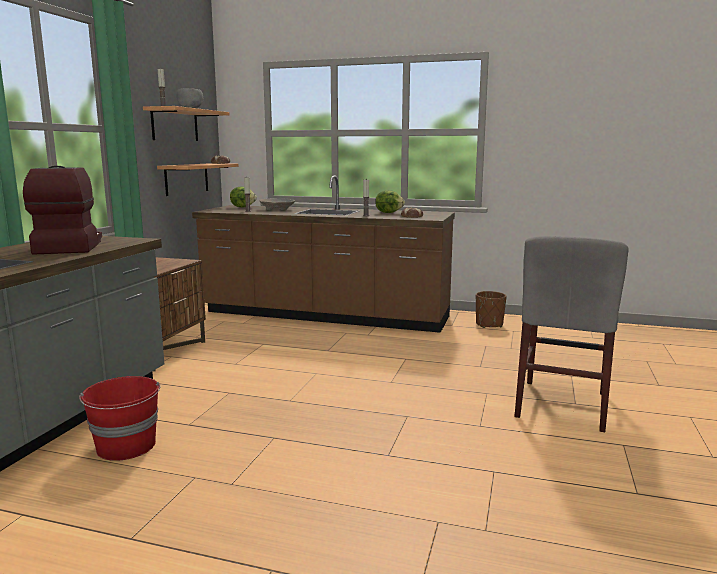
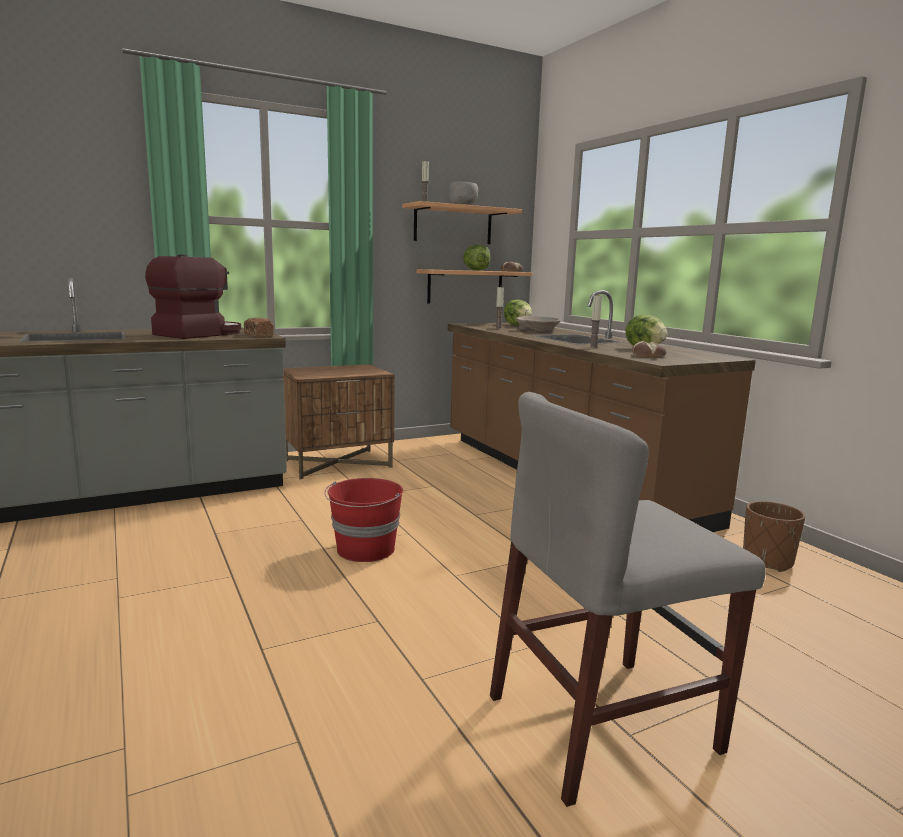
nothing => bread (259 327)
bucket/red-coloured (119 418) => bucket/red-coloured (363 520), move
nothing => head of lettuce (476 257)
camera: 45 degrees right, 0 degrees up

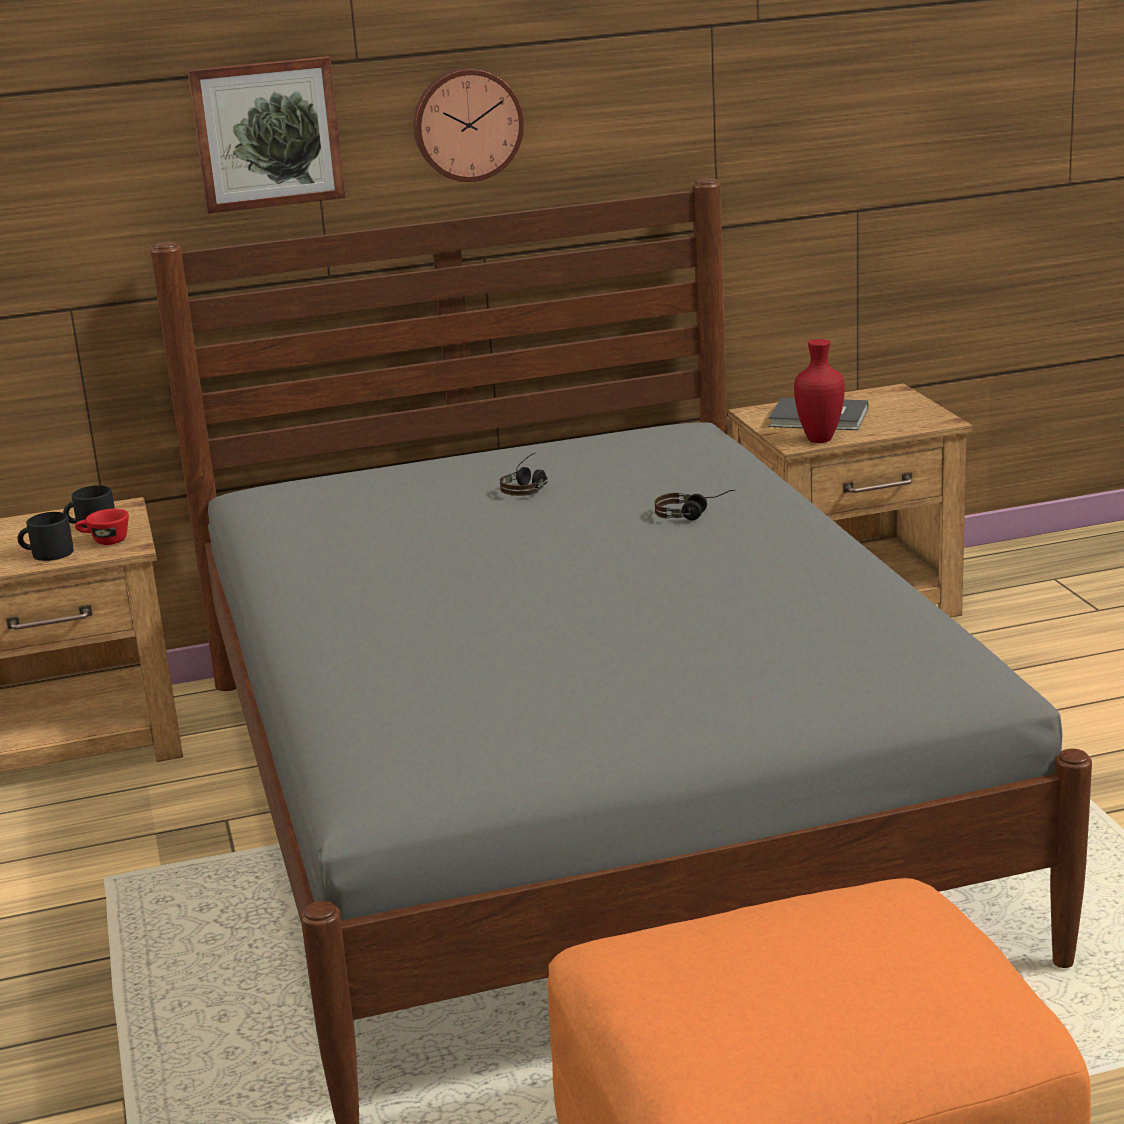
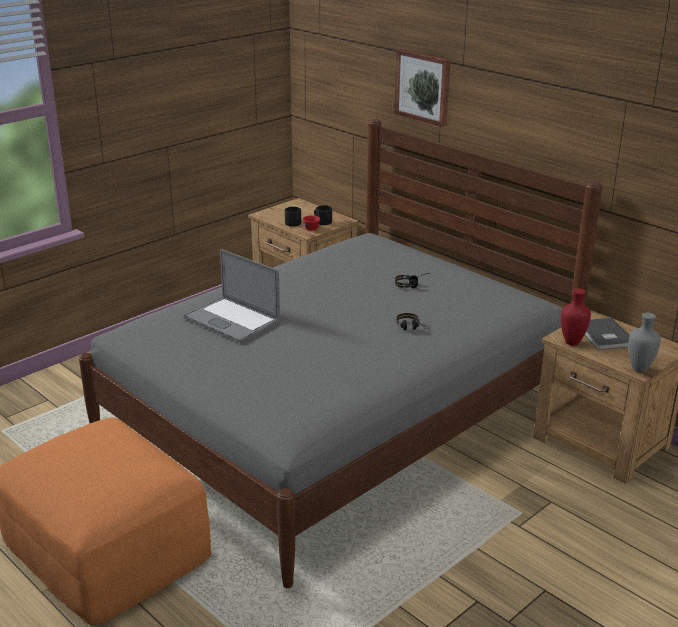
nothing => notebook computer (231 296)
nothing => vase/gray (644 342)
hanging clock (468 125) => nothing
camera: 60 degrees right, 5 degrees up

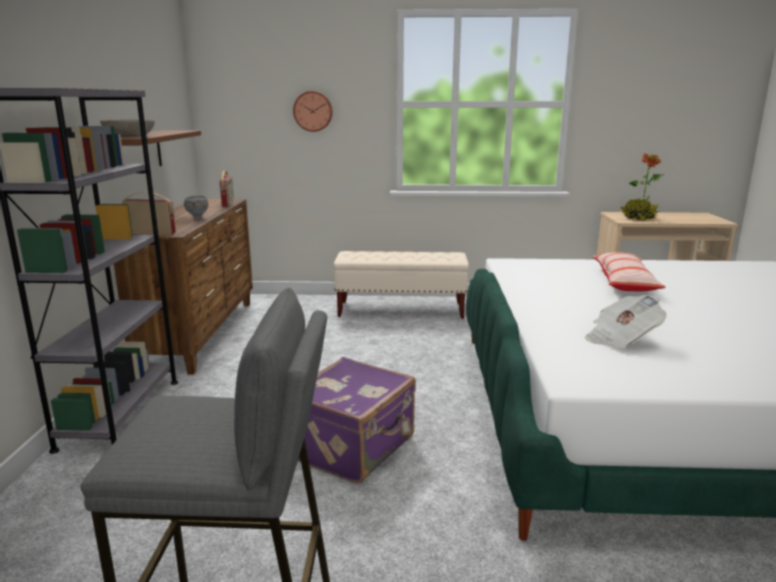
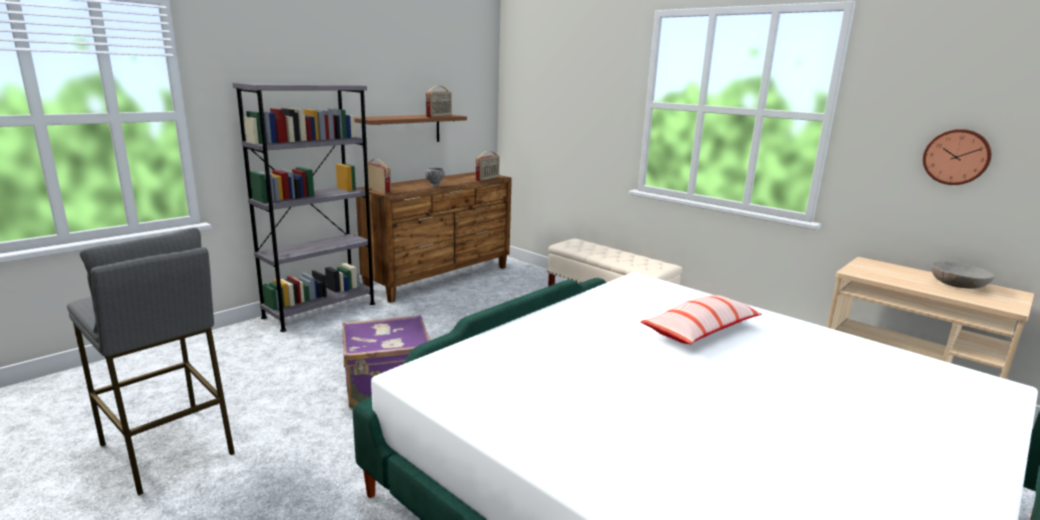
nothing => radio (439 101)
hanging clock (313 111) => hanging clock (957 157), move
deep dish/gray (127 128) => deep dish/gray (963 275), move
daily paper (625 322) => nothing
plant in a pot (642 187) => nothing
camera: 40 degrees right, 0 degrees up

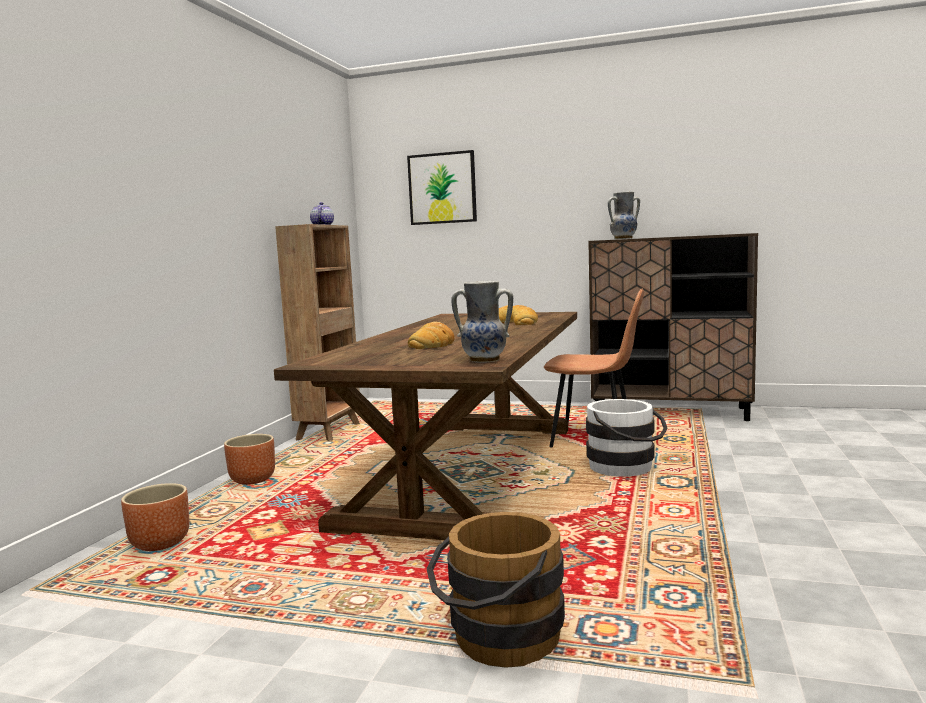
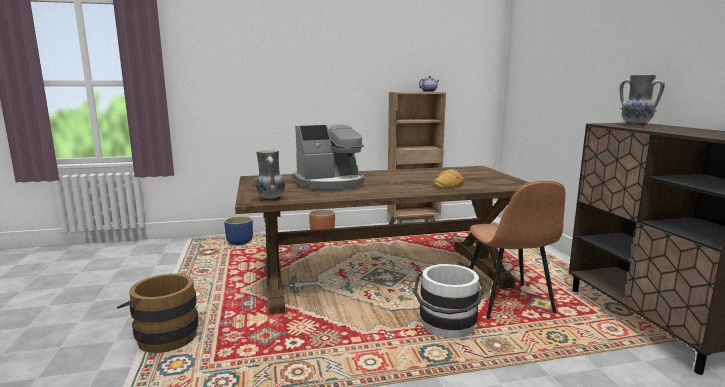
plant pot/brown-coloured (155 517) => plant pot/blue-coloured (238 230)
bread (431 335) => coffee machine (328 157)
wall art (442 187) => nothing
camera: 60 degrees right, 5 degrees up

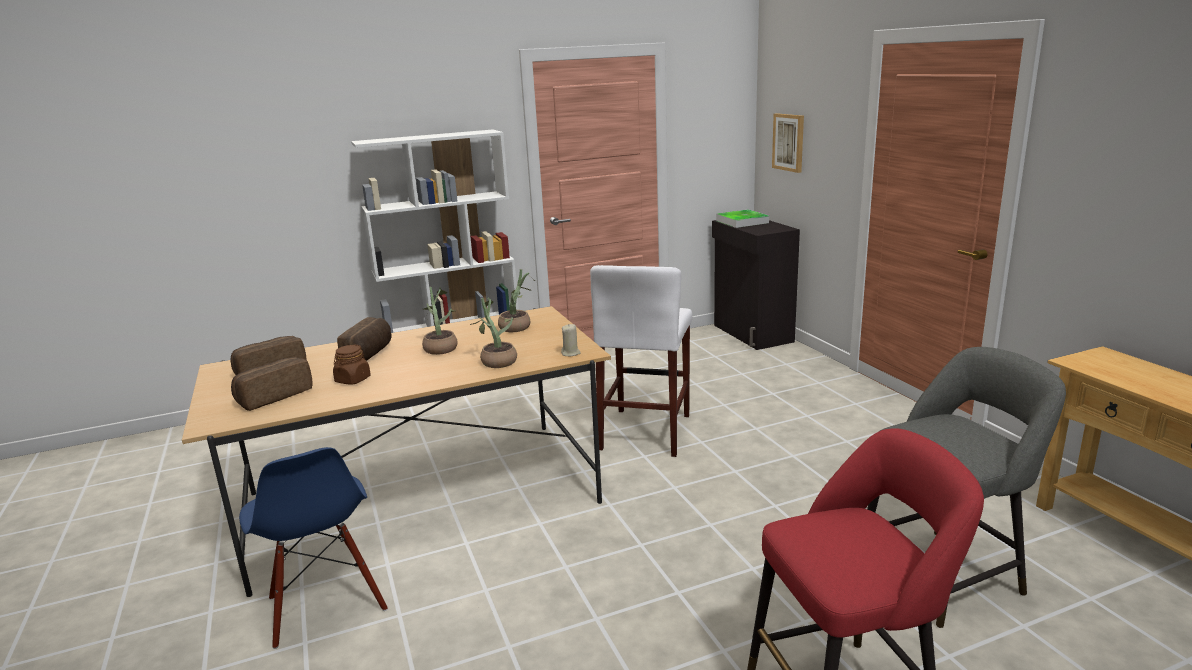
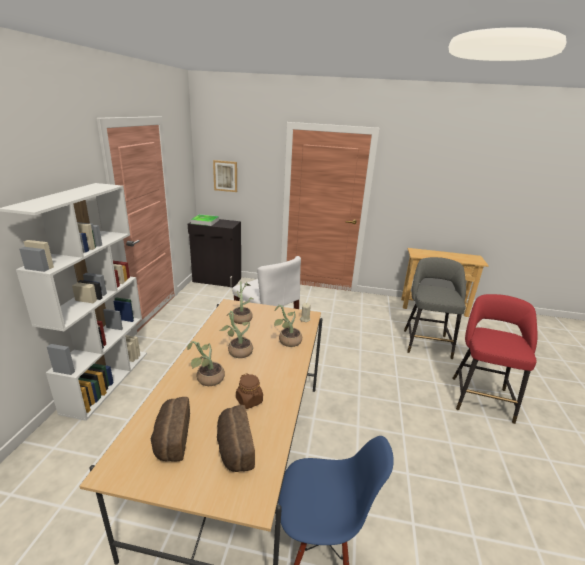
bread (364 339) => plant in a pot (206 363)
camera: 60 degrees left, 5 degrees up

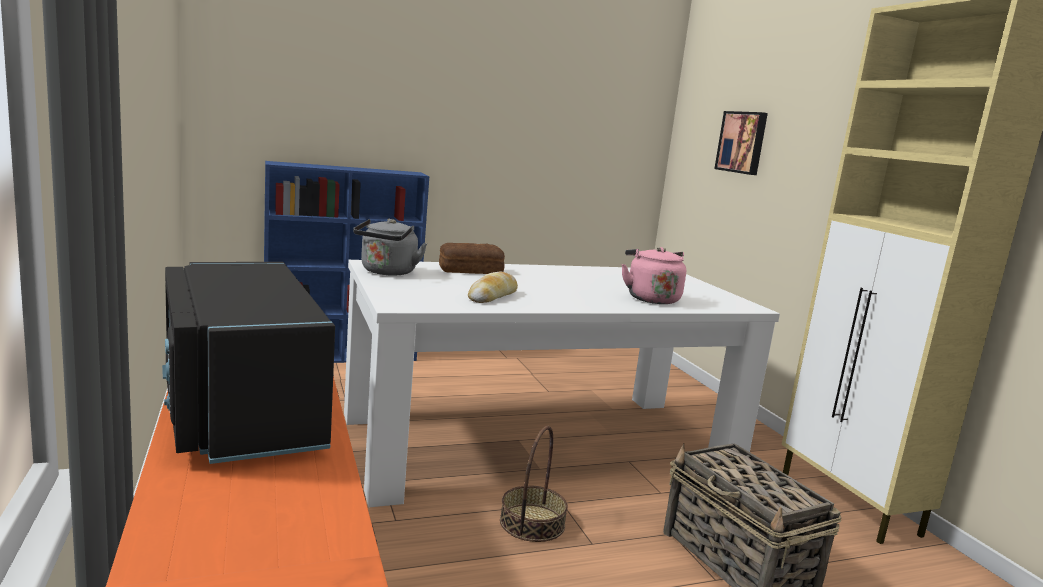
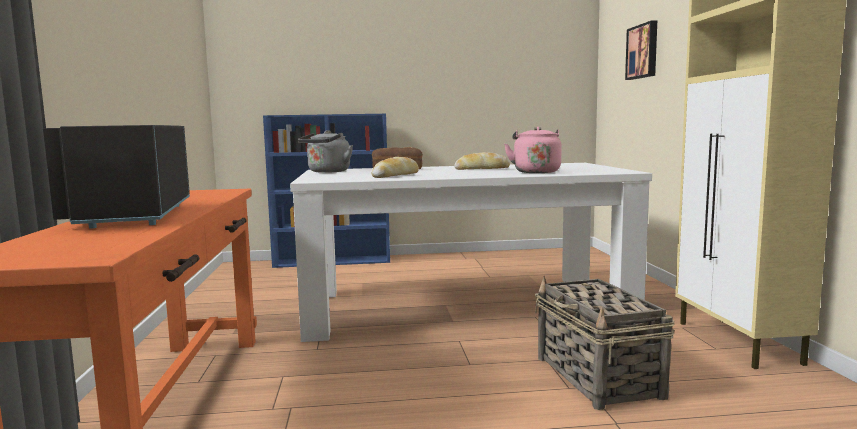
nothing => bread (482 161)
basket (534 484) => nothing
camera: 15 degrees right, 5 degrees down

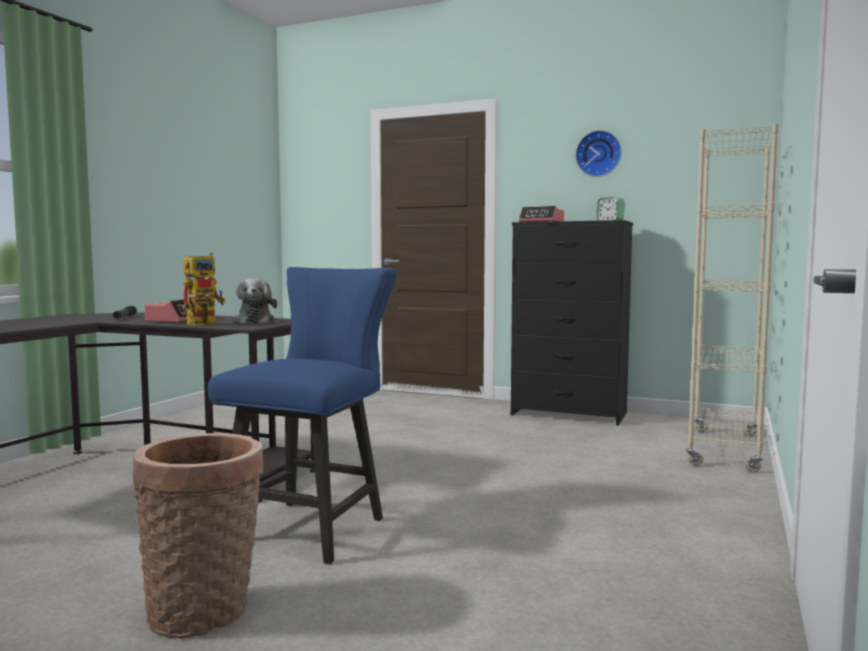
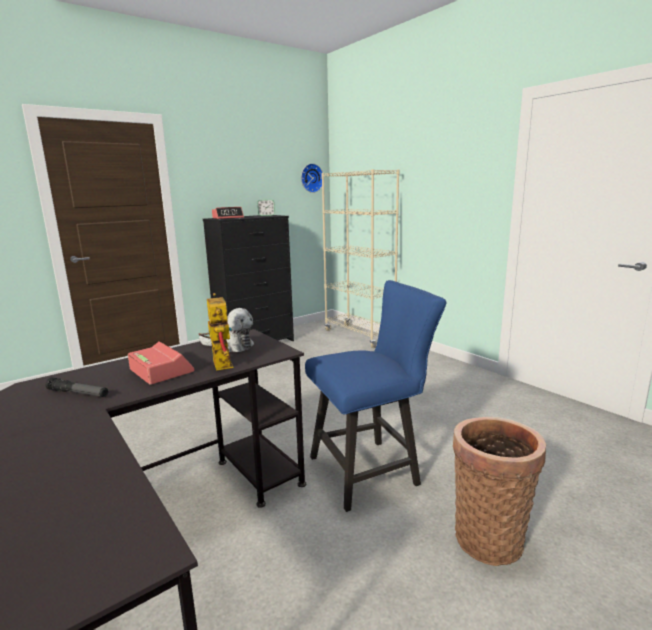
hanging clock (598 153) => hanging clock (312 178), move
chair/blue-coloured (302 415) => chair/blue-coloured (375 396), 105 degrees clockwise
camera: 60 degrees left, 10 degrees up

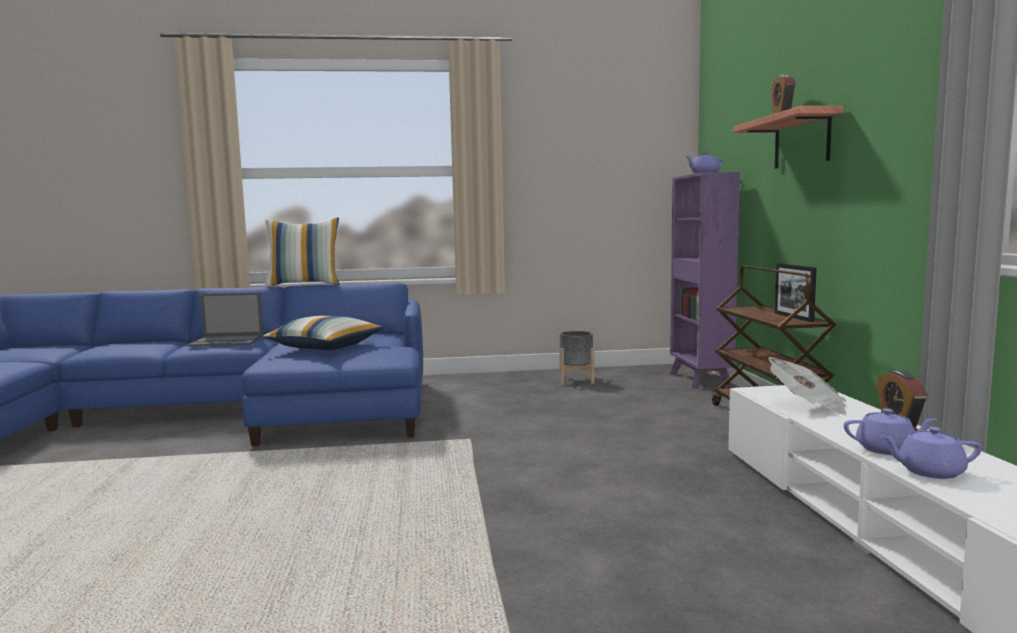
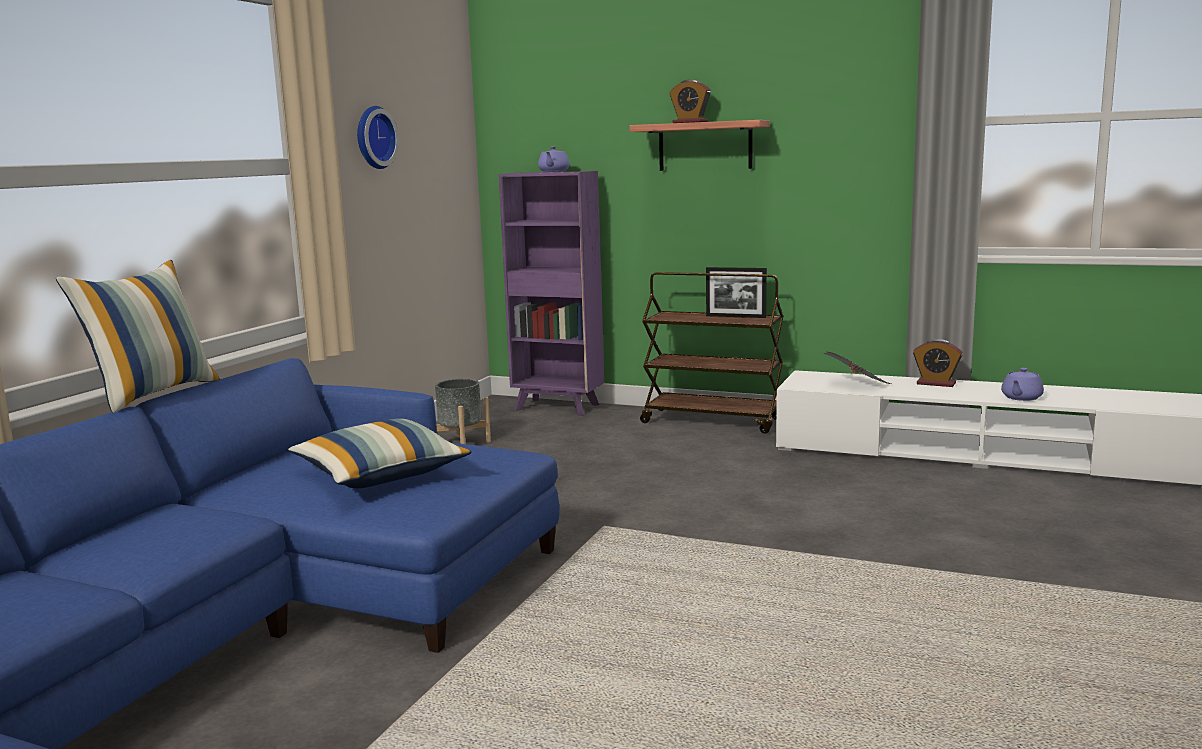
nothing => hanging clock (378 137)
notebook computer (225 319) => nothing
tea pot/purple (890 431) => nothing
camera: 60 degrees left, 5 degrees up

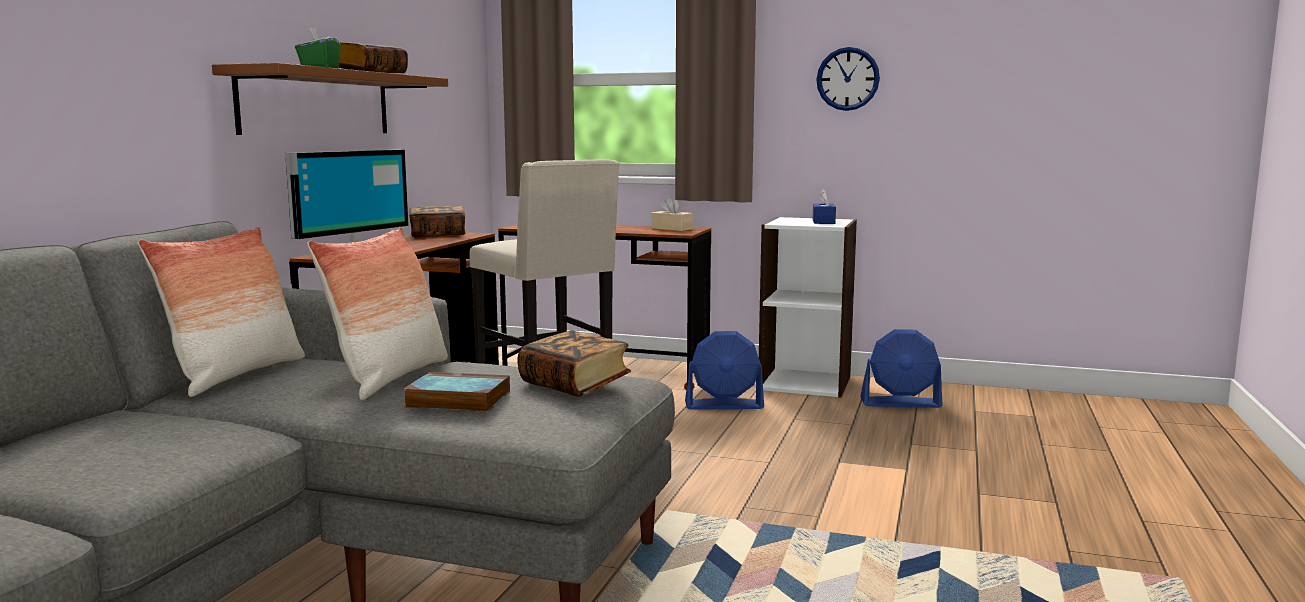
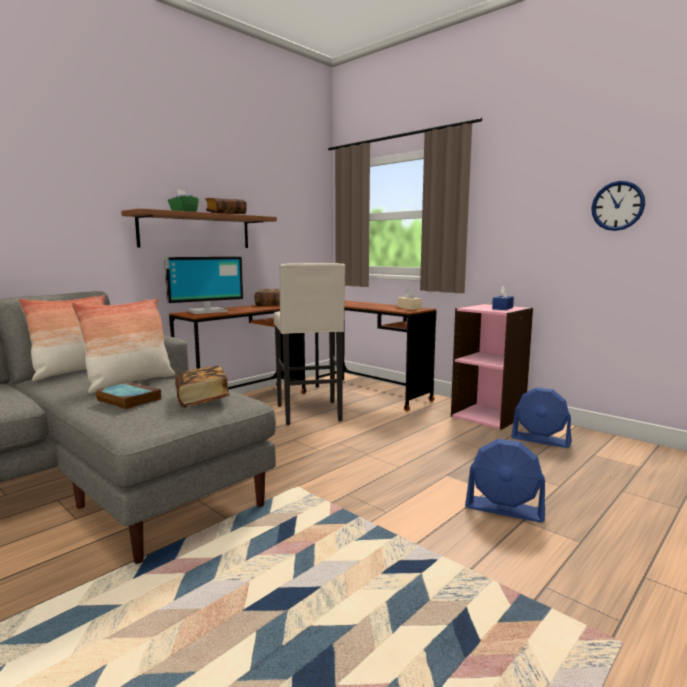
bookshelf/white (808 307) => bookshelf/pinkish (492 367)
electric fan/blue-coloured (724 370) => electric fan/blue-coloured (505 481), move
hanging clock (848 79) => hanging clock (618 206), move
camera: 25 degrees right, 0 degrees up

